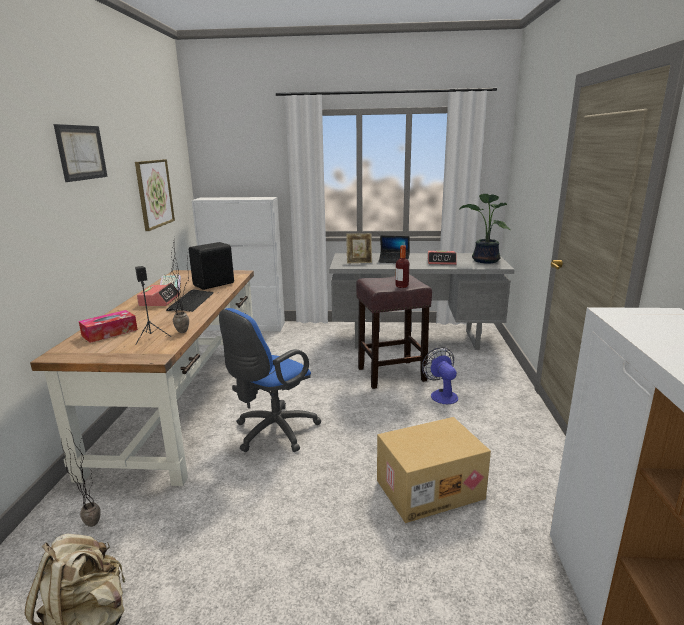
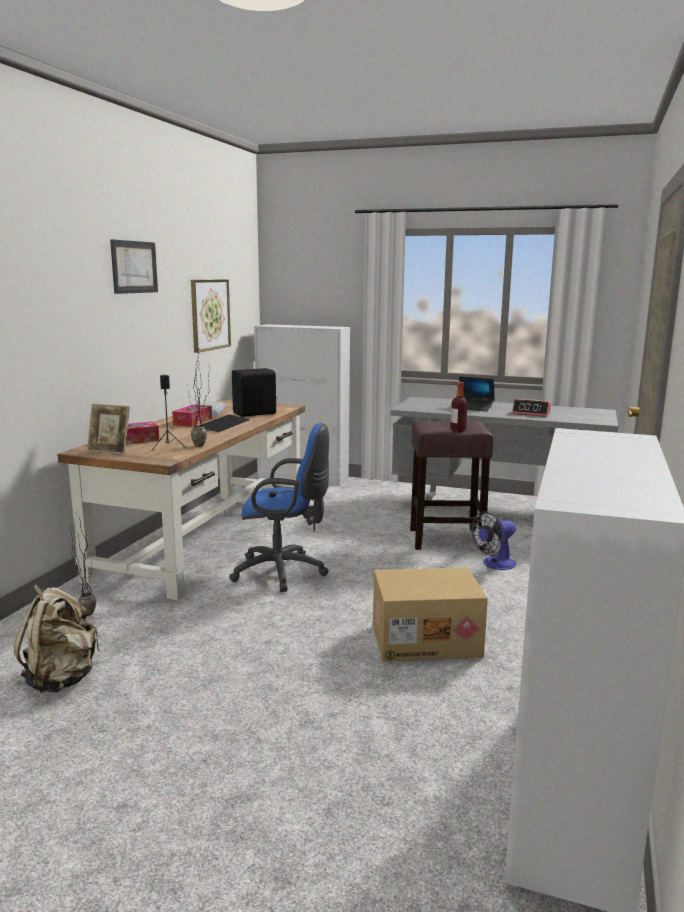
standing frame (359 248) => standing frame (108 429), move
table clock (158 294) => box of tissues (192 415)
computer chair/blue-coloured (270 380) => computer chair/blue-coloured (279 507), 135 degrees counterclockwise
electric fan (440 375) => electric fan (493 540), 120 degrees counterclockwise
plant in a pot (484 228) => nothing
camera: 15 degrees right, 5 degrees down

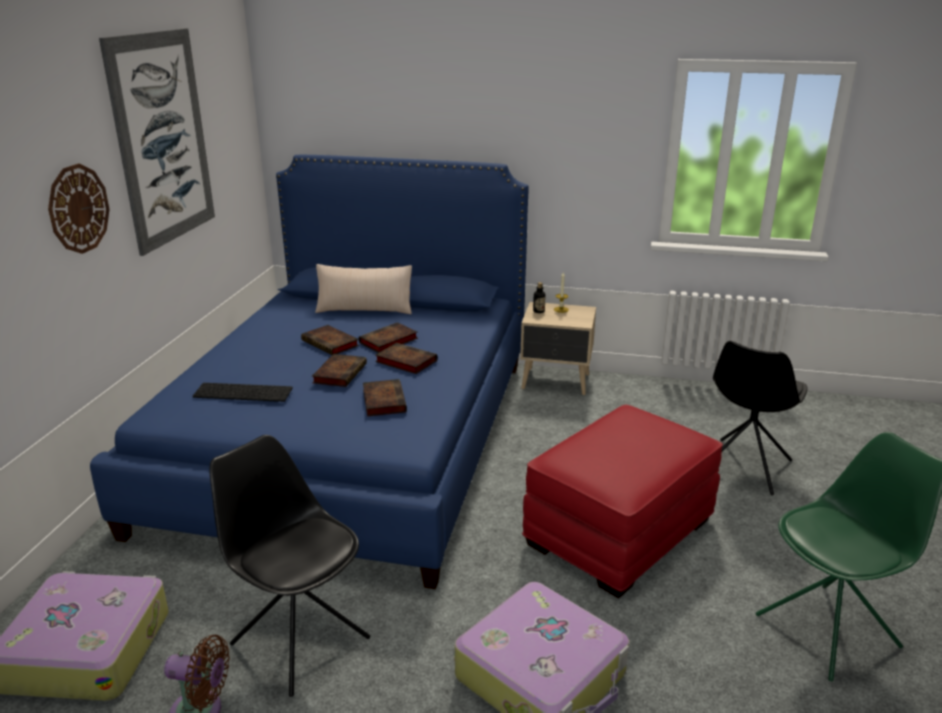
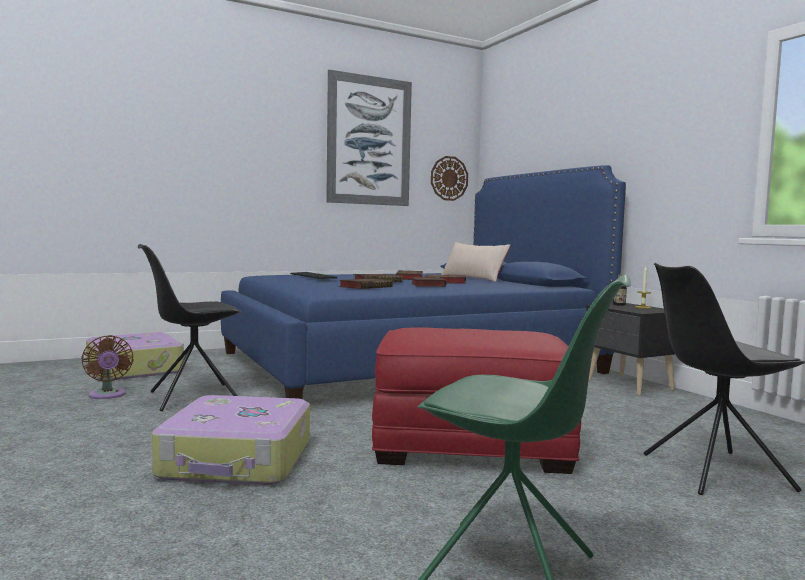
chair/blackish (290 566) => chair/blackish (190 327), 120 degrees counterclockwise
hanging clock (79 209) => hanging clock (449 178), move
bedside table/beige (558 348) => bedside table/blackish (630 349)
camera: 50 degrees right, 20 degrees down

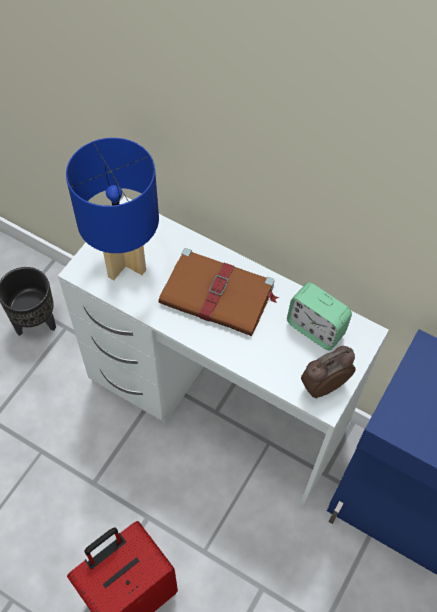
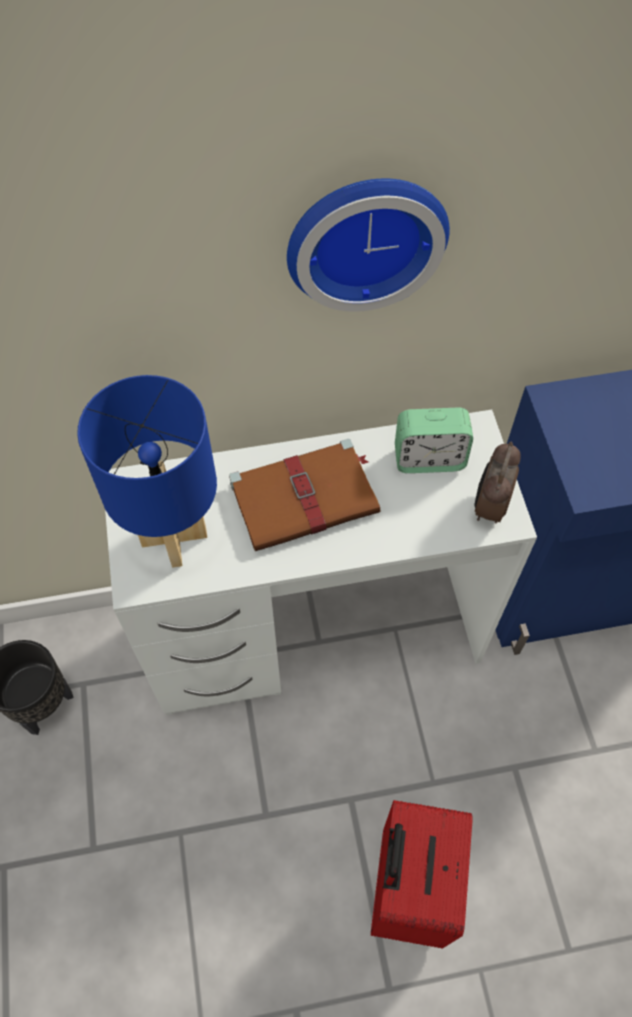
nothing => hanging clock (368 245)
camera: 40 degrees left, 0 degrees up

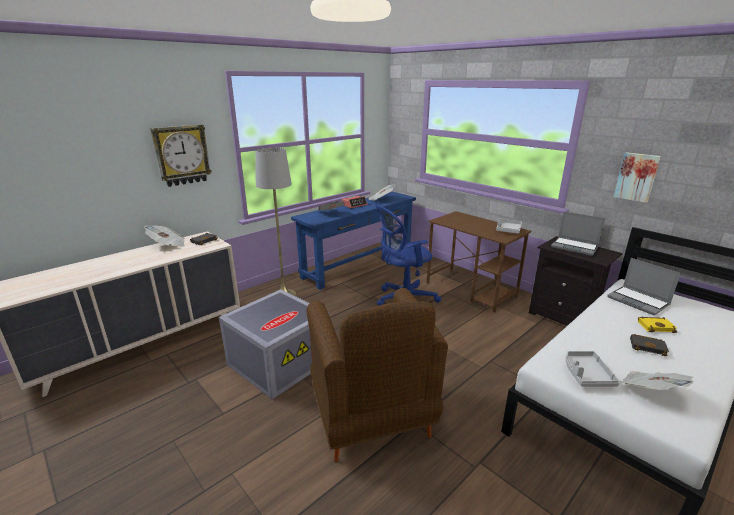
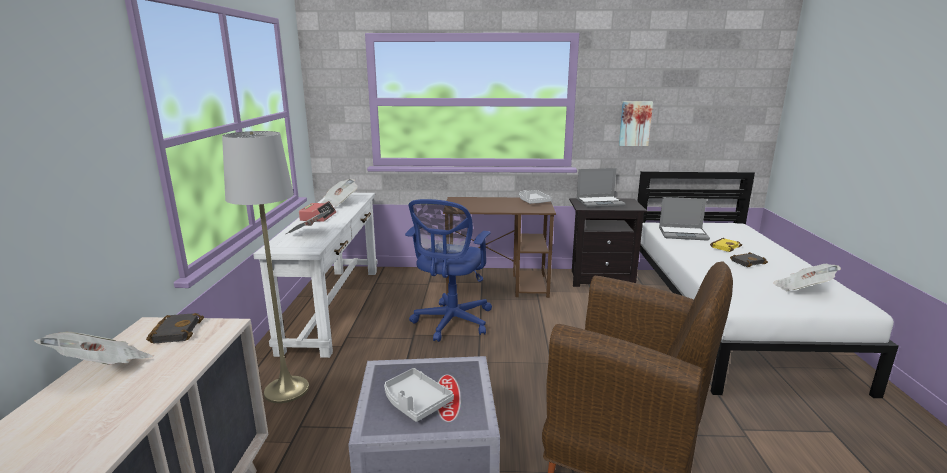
console table/blue-coloured (353 240) => console table/white (315 275)
carrying tray/gray (593 369) => carrying tray/gray (419 395), move
hanging clock (181 156) => nothing
camera: 45 degrees left, 5 degrees down

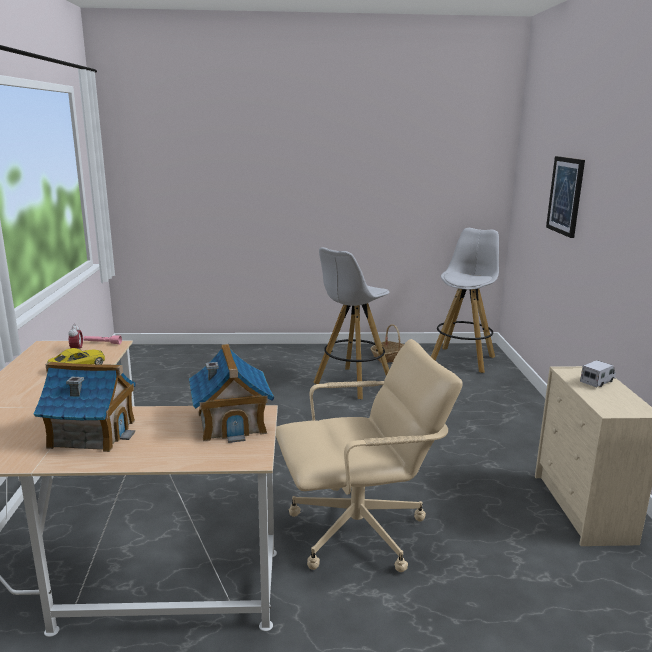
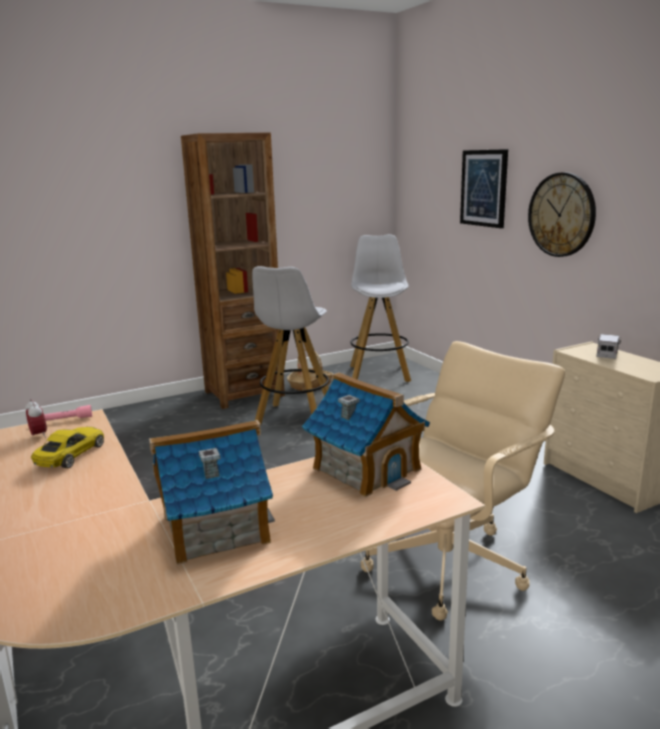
nothing => bookshelf/brown-coloured (233 271)
nothing => hanging clock (562 214)
camera: 25 degrees left, 0 degrees up

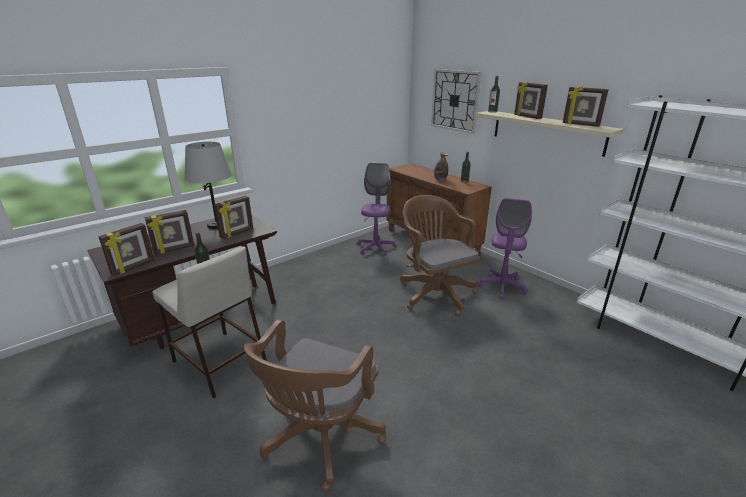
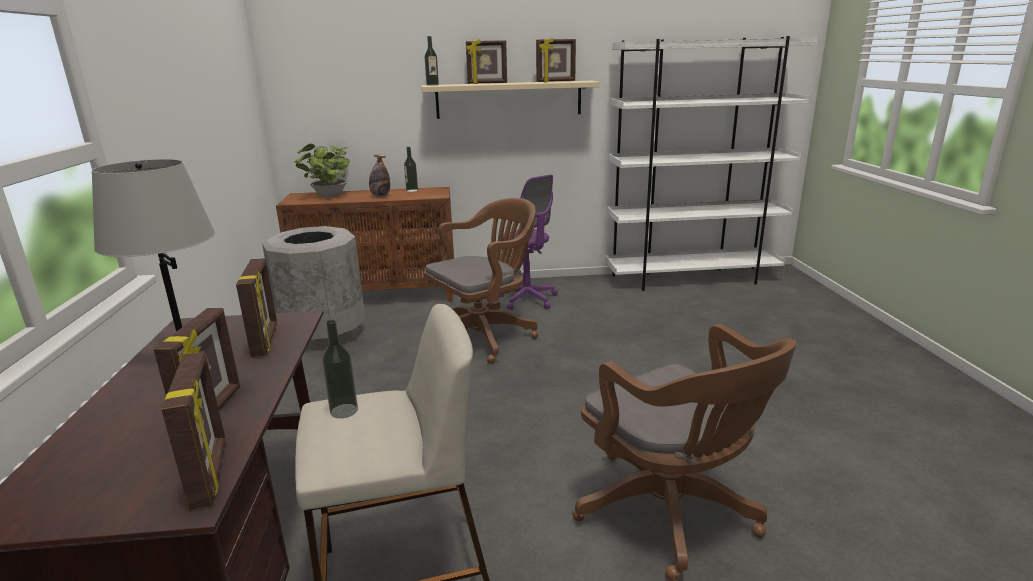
computer chair/purple (377 209) => rubbish bin/gray (313 288)
nothing => plant in a pot (322 171)
computer chair/brown-coloured (440 255) => computer chair/brown-coloured (481 281), 135 degrees clockwise
hanging clock (456 101) => nothing
camera: 55 degrees left, 5 degrees down

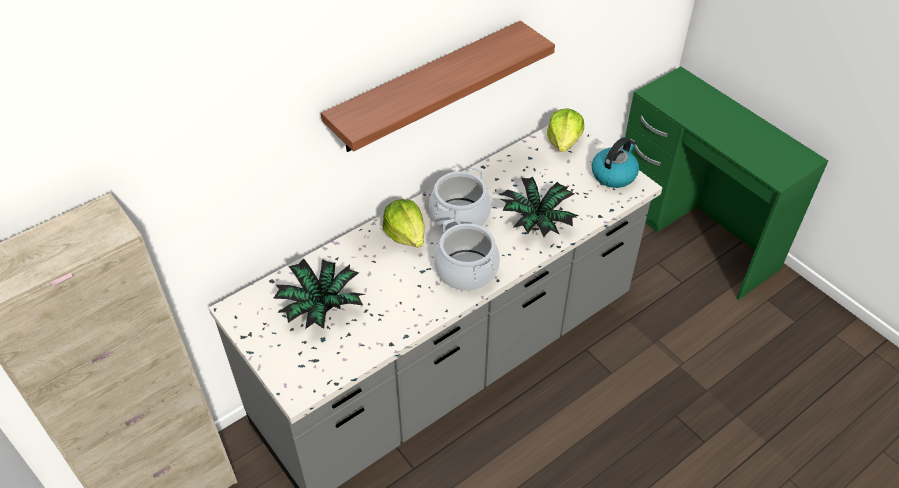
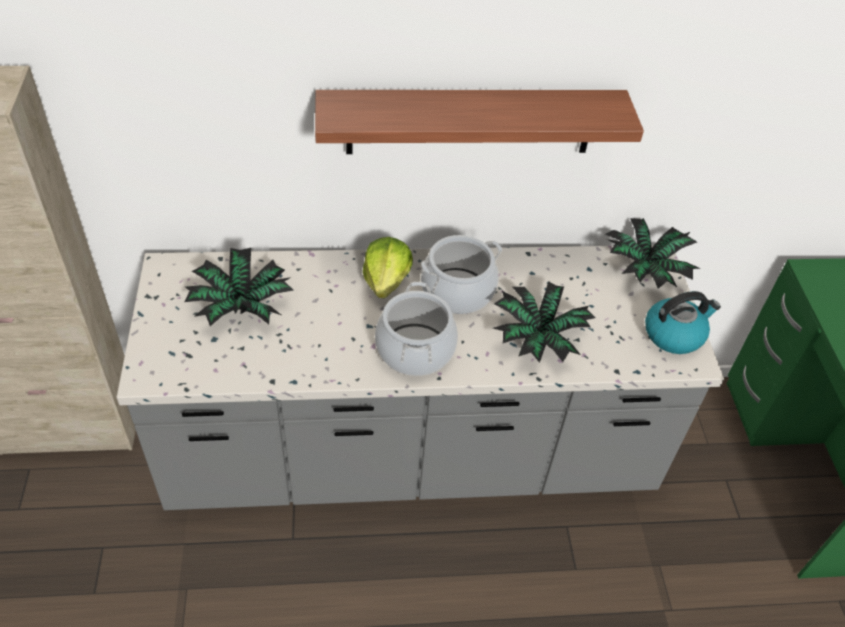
head of lettuce (565 130) => plant in a pot (653 253)
camera: 30 degrees right, 0 degrees up

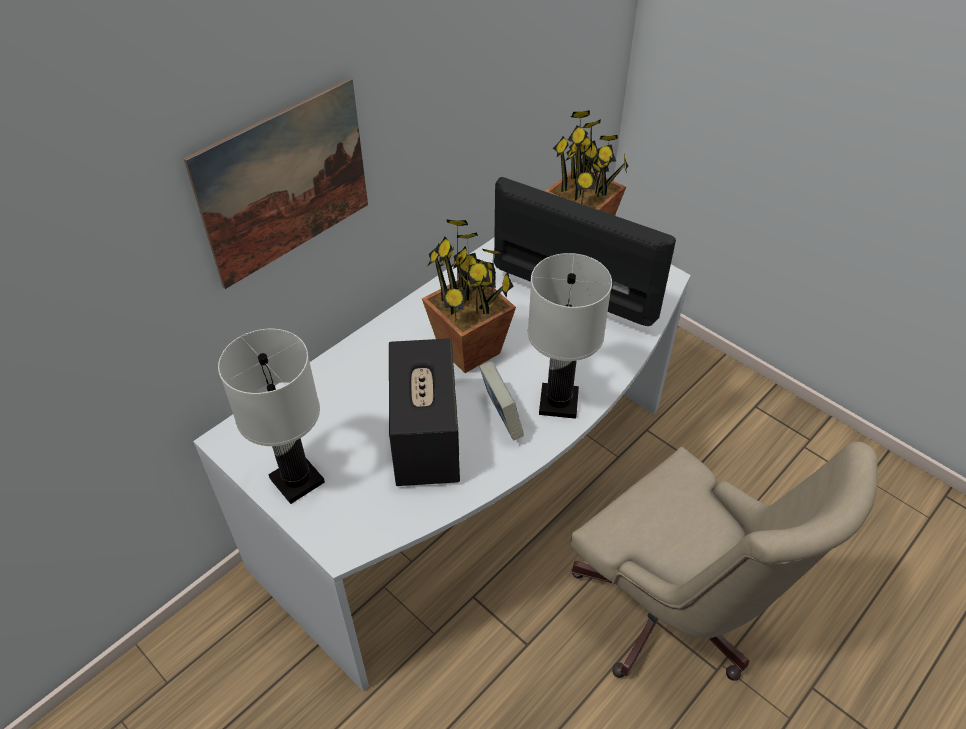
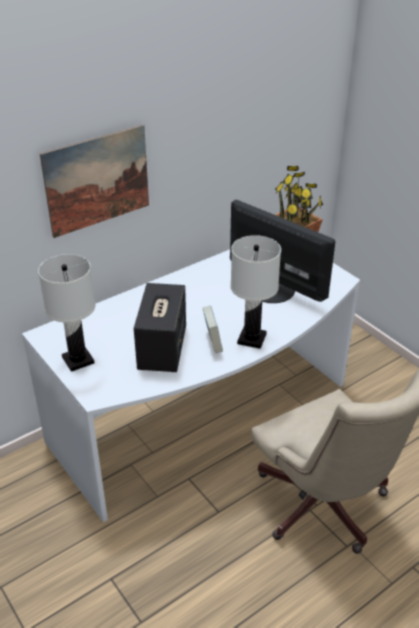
plant in a pot (469 296) => nothing
camera: 10 degrees right, 10 degrees down

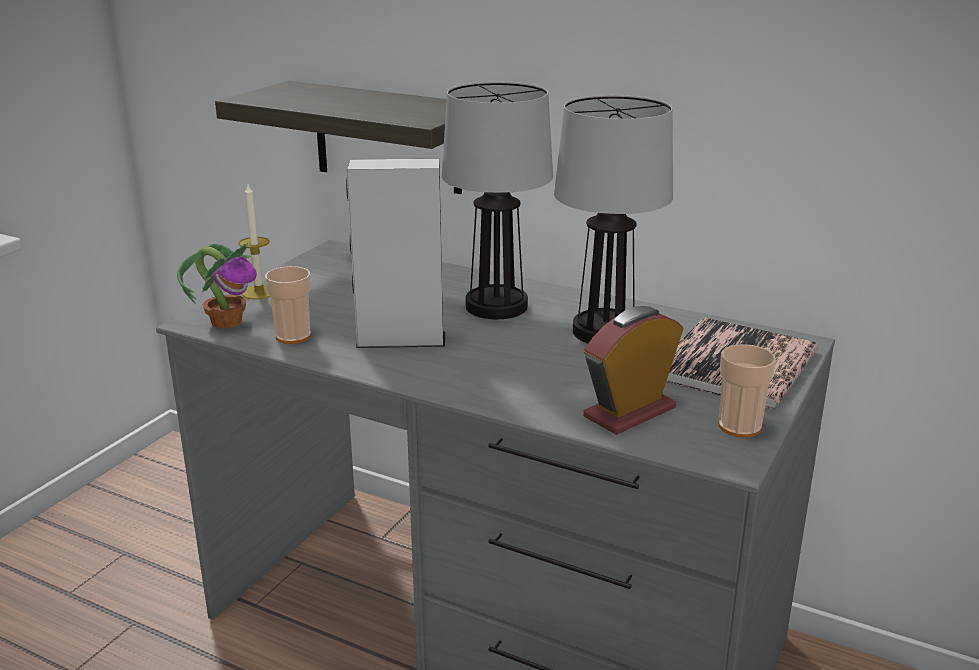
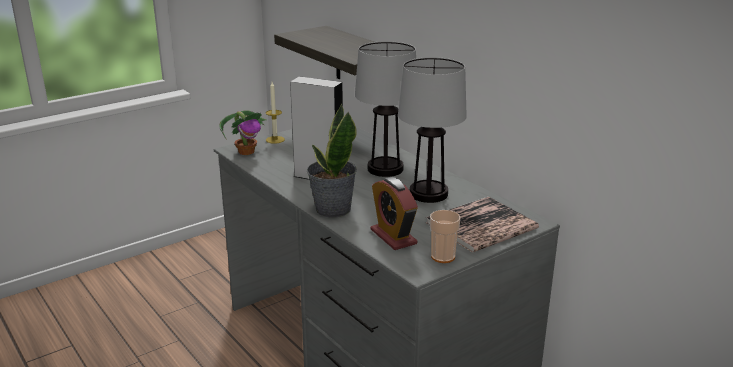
nothing => plant in a pot (332 160)
table clock (633 370) => table clock (394 213), 105 degrees counterclockwise
drinking cup (288 305) => nothing
camera: 25 degrees right, 0 degrees up

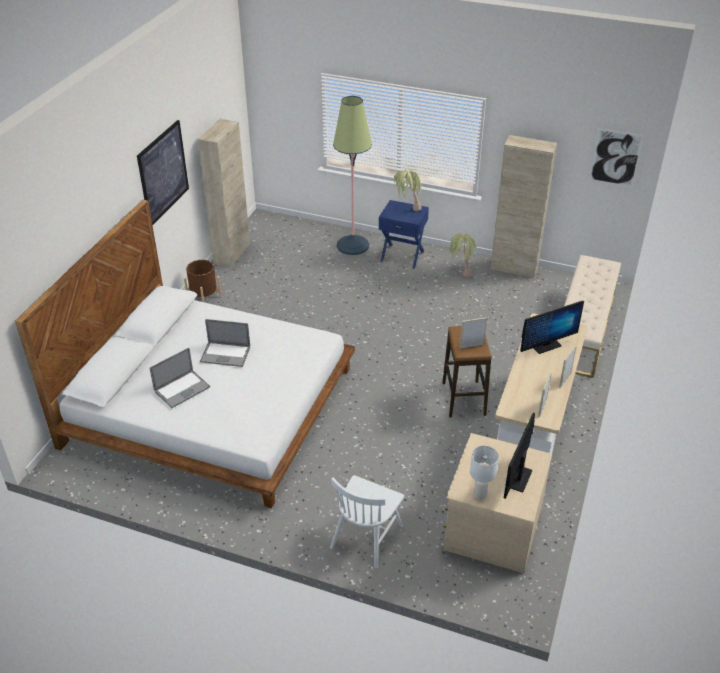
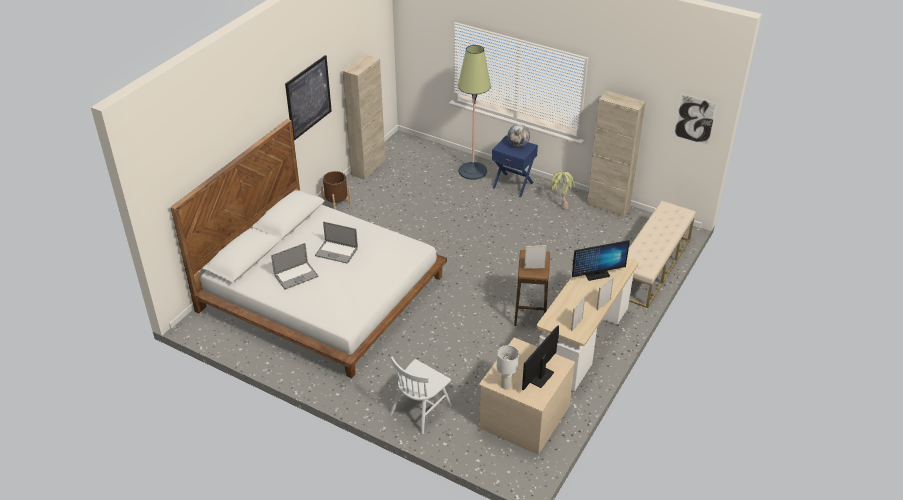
plant in a pot (408 190) => globe (518 135)
camera: 10 degrees right, 0 degrees up

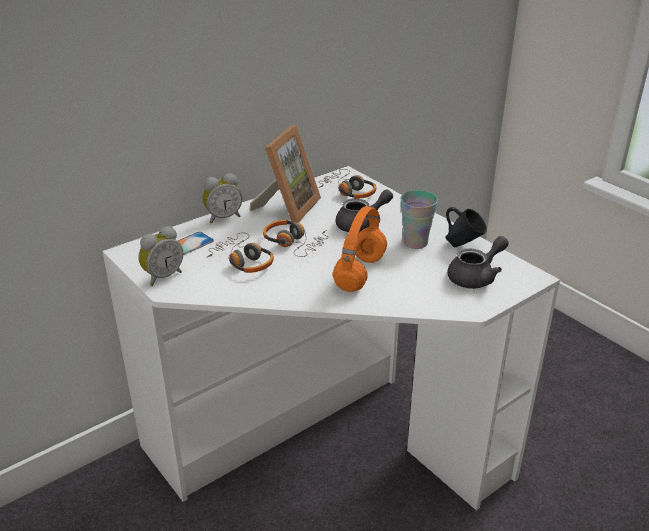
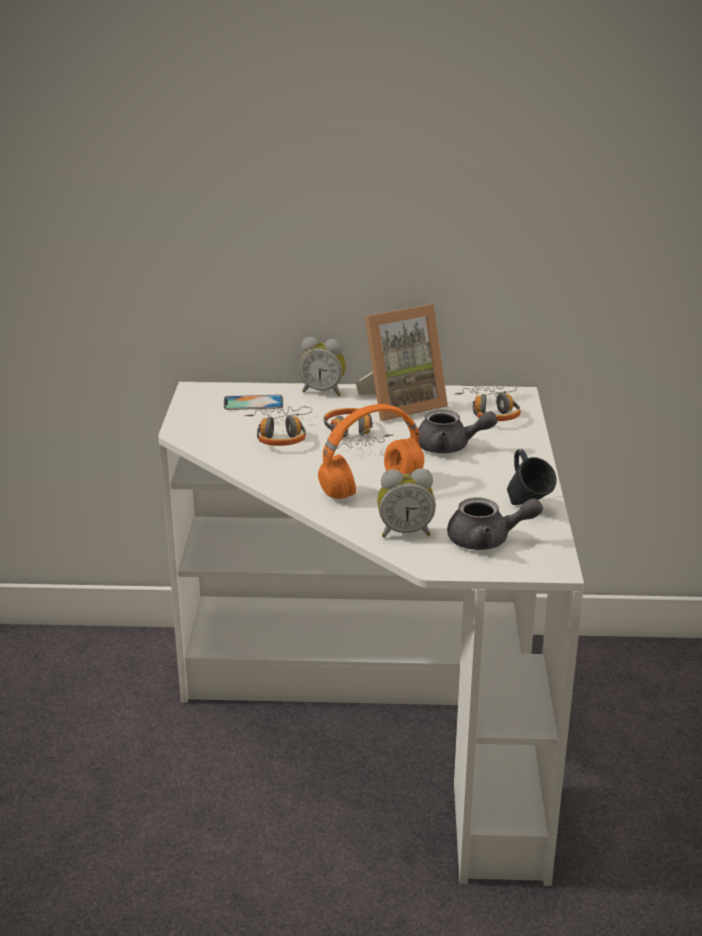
table clock (160 256) => table clock (406 503), move
drinking cup (419 219) => nothing
camera: 40 degrees right, 5 degrees down

